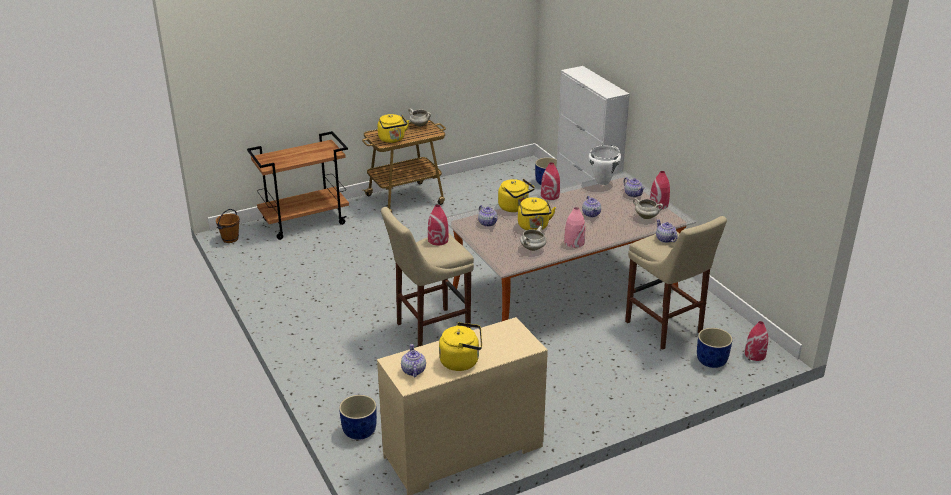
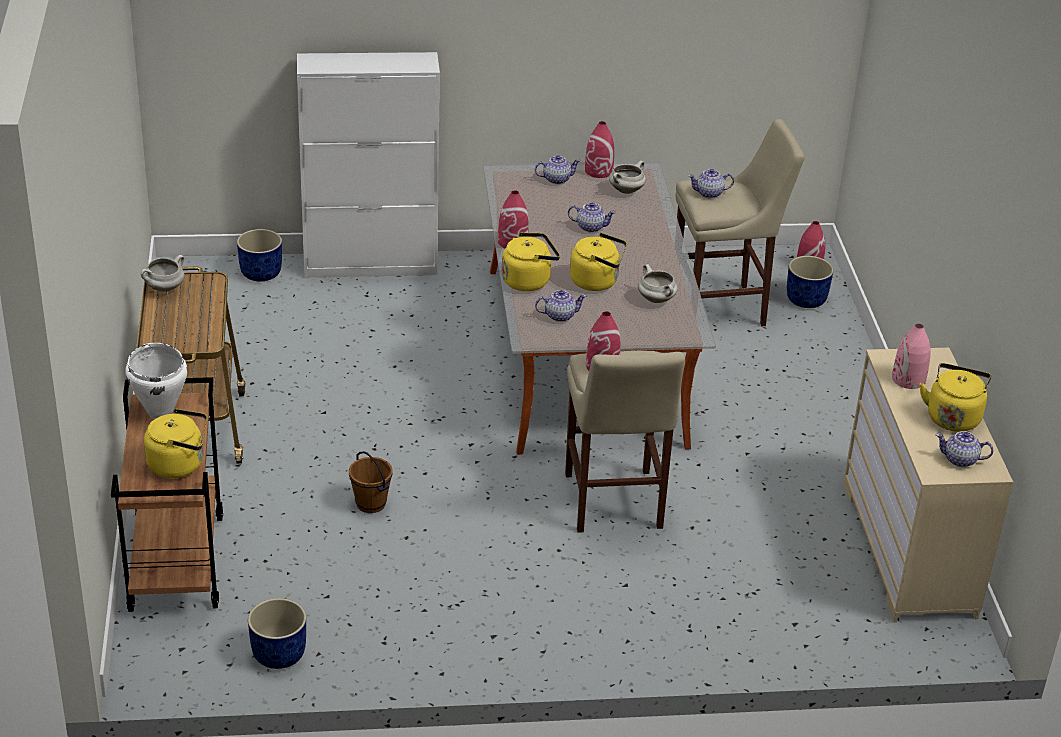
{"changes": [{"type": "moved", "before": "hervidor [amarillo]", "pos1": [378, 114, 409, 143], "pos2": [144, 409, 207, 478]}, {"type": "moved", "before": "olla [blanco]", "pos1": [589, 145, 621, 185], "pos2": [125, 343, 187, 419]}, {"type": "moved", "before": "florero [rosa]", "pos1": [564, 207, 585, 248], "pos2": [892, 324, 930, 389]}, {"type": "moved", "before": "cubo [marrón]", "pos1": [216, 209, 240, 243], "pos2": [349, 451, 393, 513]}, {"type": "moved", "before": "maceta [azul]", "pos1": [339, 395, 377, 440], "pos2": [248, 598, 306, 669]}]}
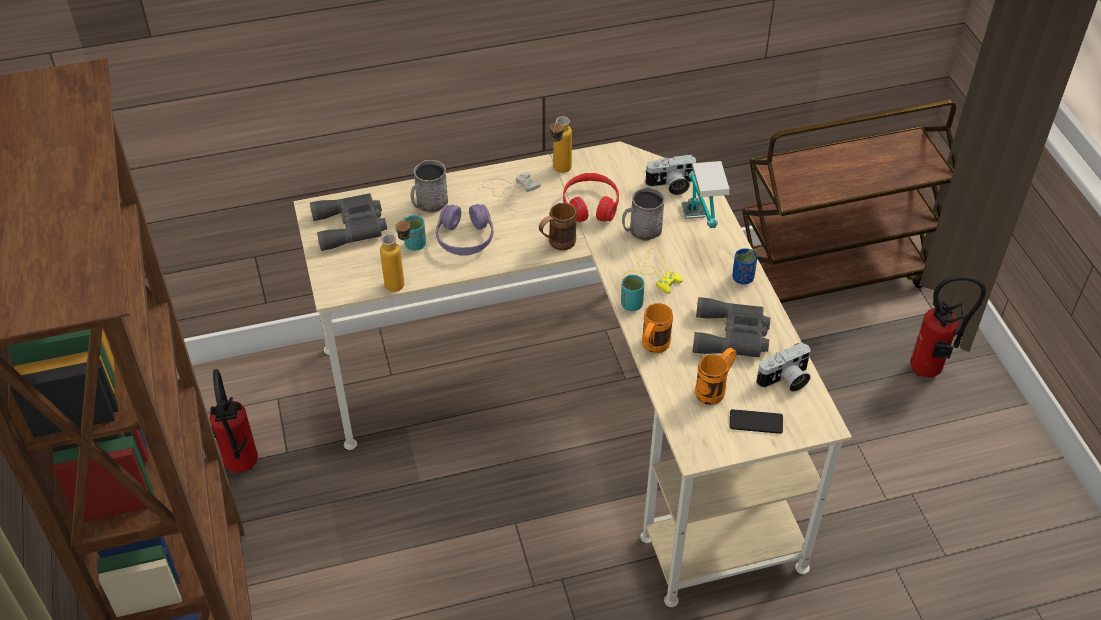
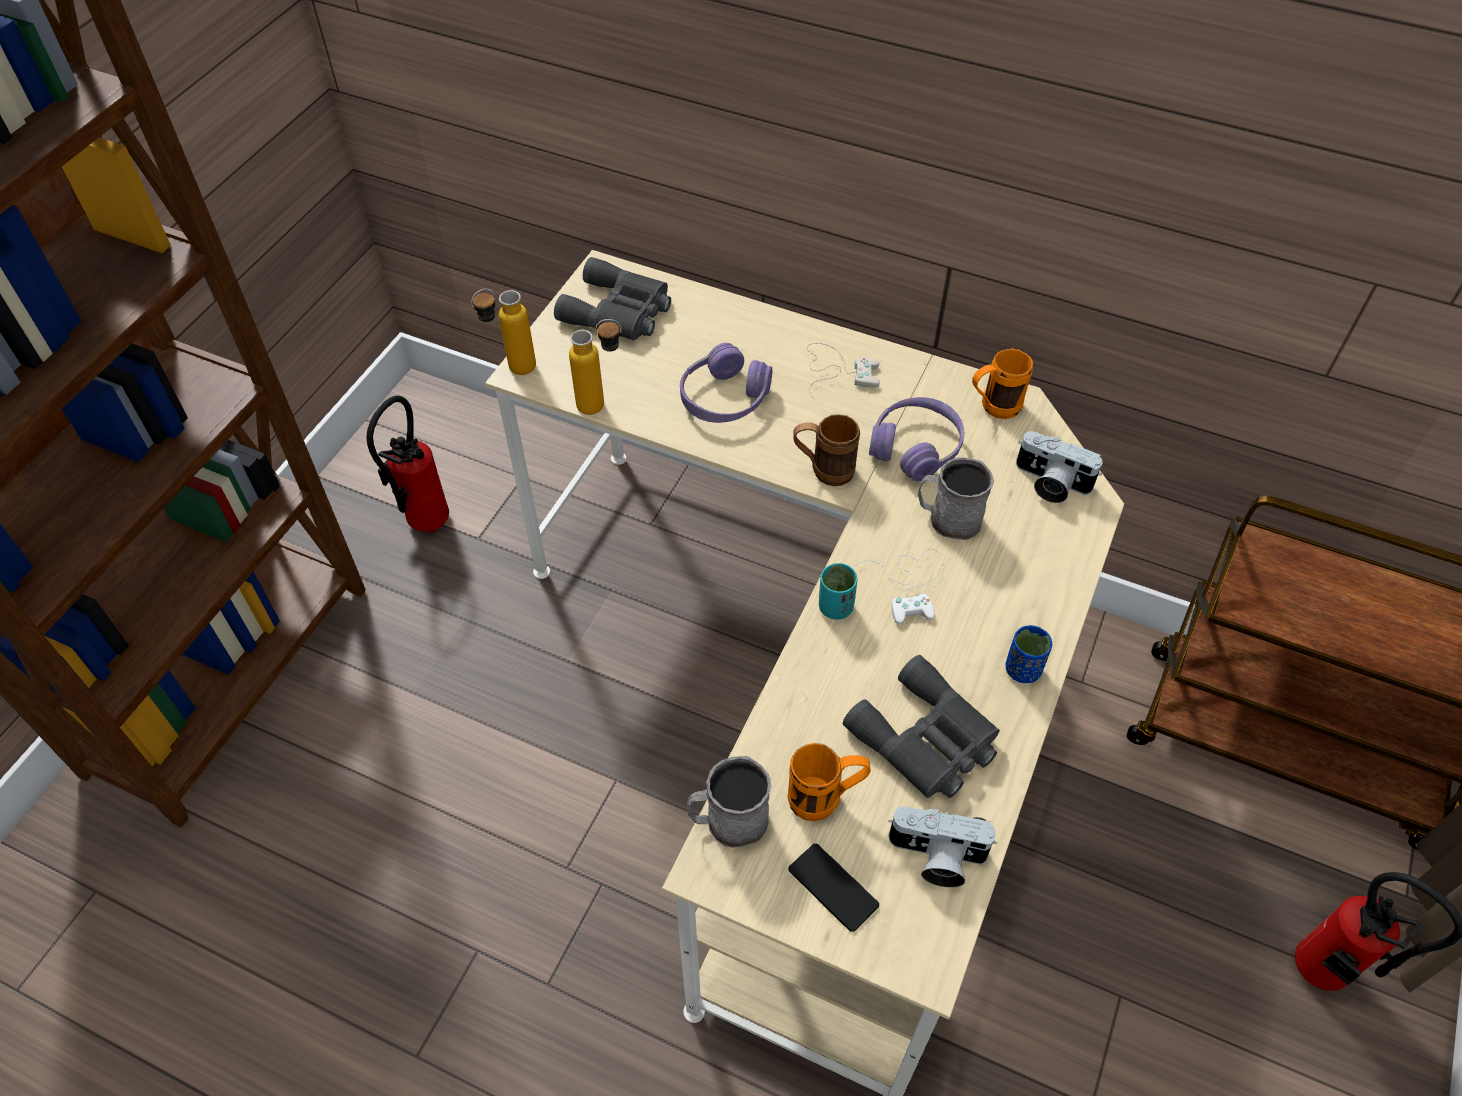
{"changes": [{"type": "moved", "before": "botella", "pos1": [550, 116, 572, 173], "pos2": [471, 289, 536, 375]}, {"type": "moved", "before": "taza grande [gris]", "pos1": [411, 160, 448, 213], "pos2": [687, 756, 772, 848]}, {"type": "removed", "before": "lámpara de mesa", "pos1": [682, 161, 730, 228]}, {"type": "recoloured", "before": "auriculares [rojo]", "after": "auriculares [morado]", "pos1": [563, 173, 619, 222], "pos2": [869, 397, 964, 482]}, {"type": "removed", "before": "taza [turquesa]", "pos1": [404, 215, 426, 251]}, {"type": "recoloured", "before": "mando de consola [amarillo]", "after": "mando de consola [blanco]", "pos1": [622, 248, 683, 294], "pos2": [853, 548, 942, 625]}, {"type": "moved", "before": "taza grande [naranja]", "pos1": [642, 303, 673, 353], "pos2": [972, 349, 1033, 419]}]}
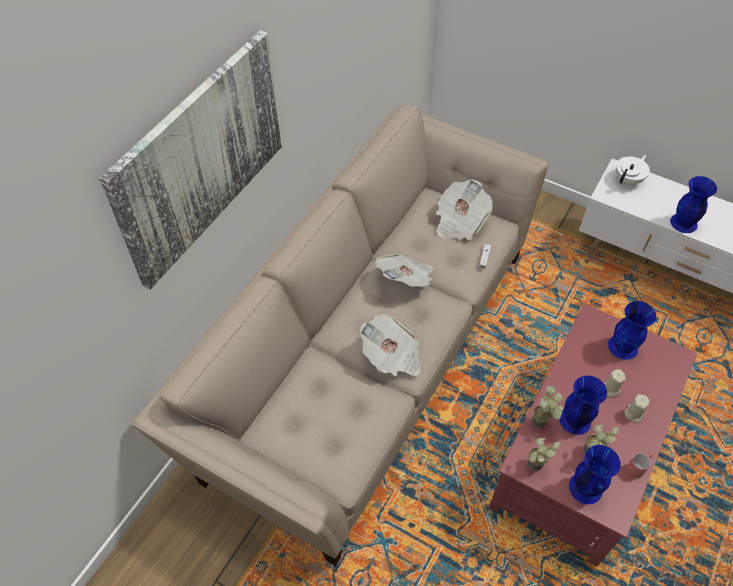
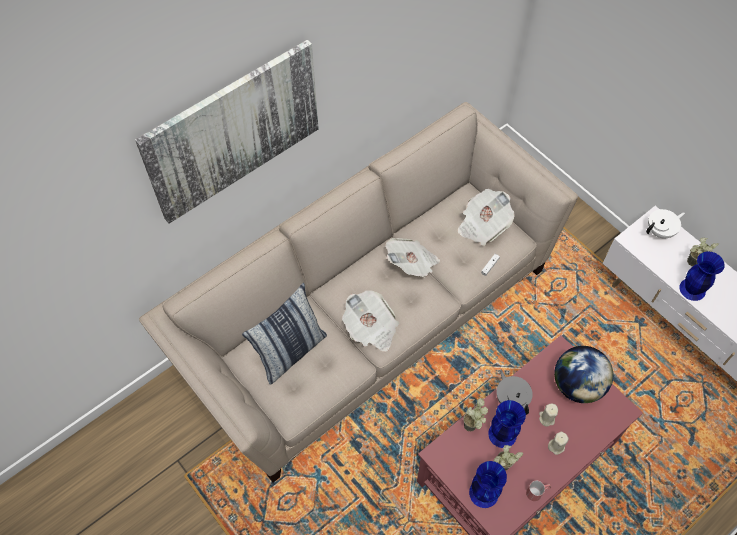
{"changes": [{"type": "replaced", "before": "florero [azul]", "after": "globo terráqueo", "pos1": [608, 301, 656, 360], "pos2": [554, 346, 613, 403]}, {"type": "moved", "before": "planta en maceta", "pos1": [528, 438, 561, 471], "pos2": [687, 238, 719, 267]}, {"type": "added", "after": "cojín", "pos2": [242, 283, 327, 385]}, {"type": "added", "after": "tetera [gris]", "pos2": [496, 369, 533, 415]}]}
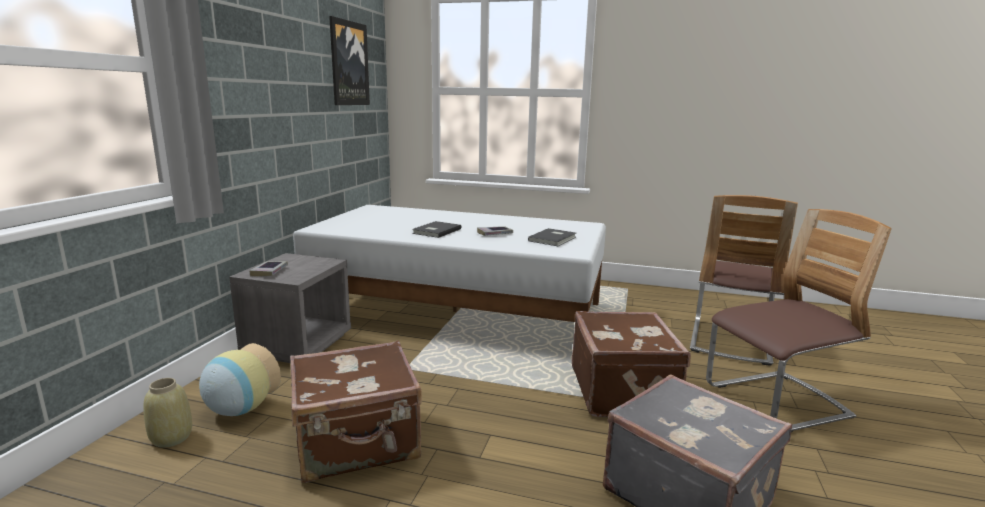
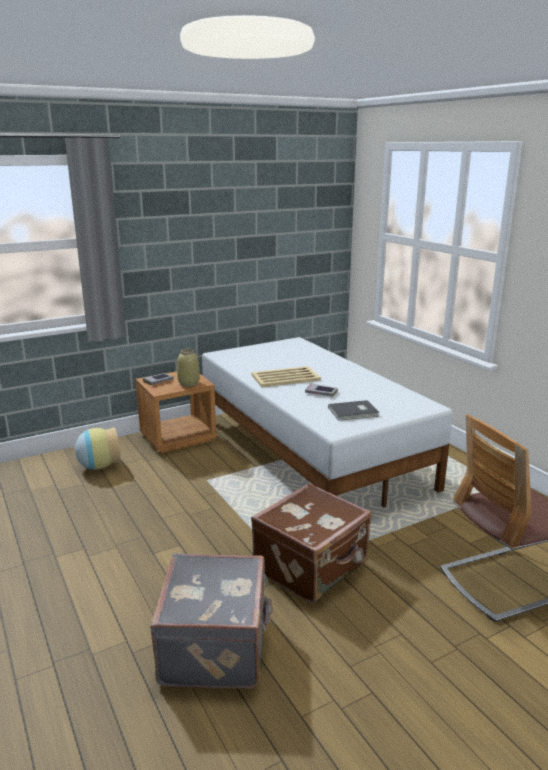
{"changes": [{"type": "removed", "before": "cuadro", "pos1": [329, 16, 370, 105]}, {"type": "removed", "before": "silla", "pos1": [706, 209, 892, 433]}, {"type": "replaced", "before": "libro [gris]", "after": "bandeja [beis]", "pos1": [412, 221, 461, 238], "pos2": [252, 366, 321, 387]}, {"type": "recoloured", "before": "mesita de noche [gris]", "after": "mesita de noche [marrón]", "pos1": [229, 253, 351, 363], "pos2": [135, 371, 217, 453]}, {"type": "removed", "before": "maleta [marrón]", "pos1": [290, 340, 422, 483]}, {"type": "moved", "before": "florero [beis]", "pos1": [143, 378, 192, 448], "pos2": [177, 349, 200, 387]}]}
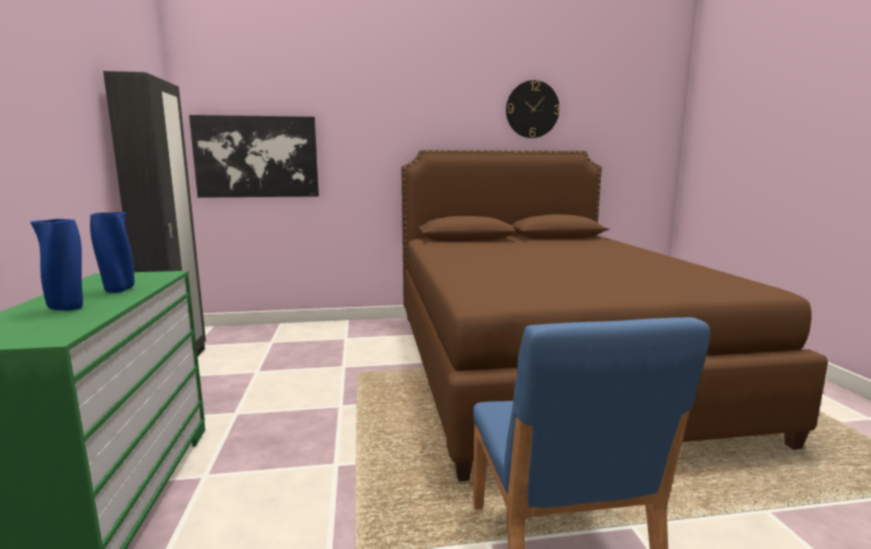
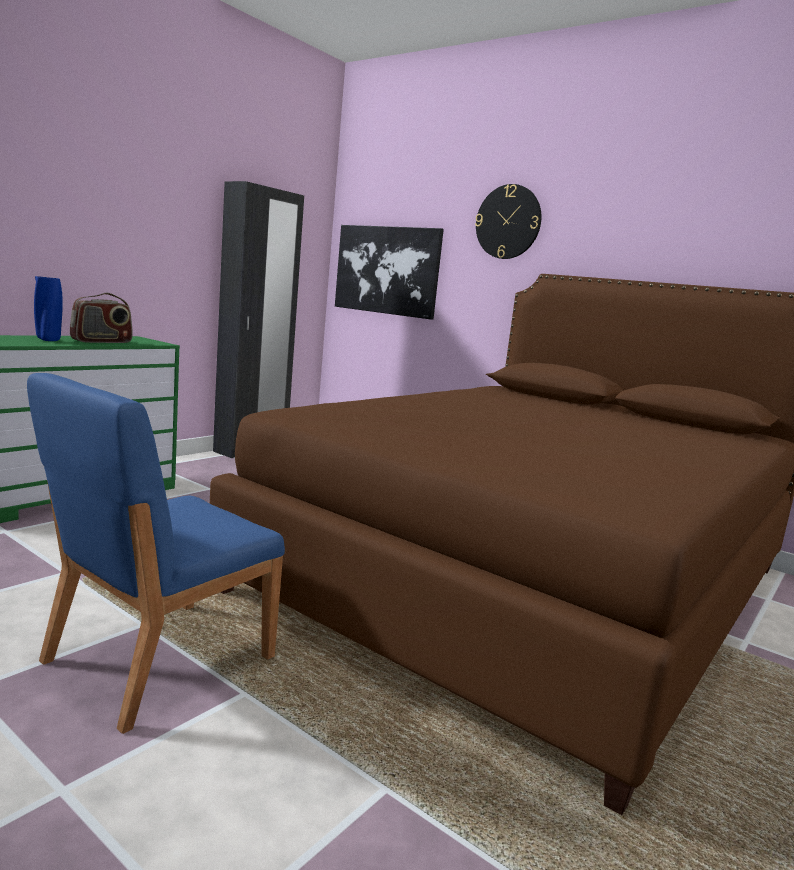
{"changes": [{"type": "moved", "before": "reloj de pared", "pos1": [506, 80, 560, 138], "pos2": [475, 184, 541, 259]}, {"type": "replaced", "before": "florero [azul]", "after": "radio", "pos1": [90, 212, 135, 293], "pos2": [70, 293, 133, 343]}]}
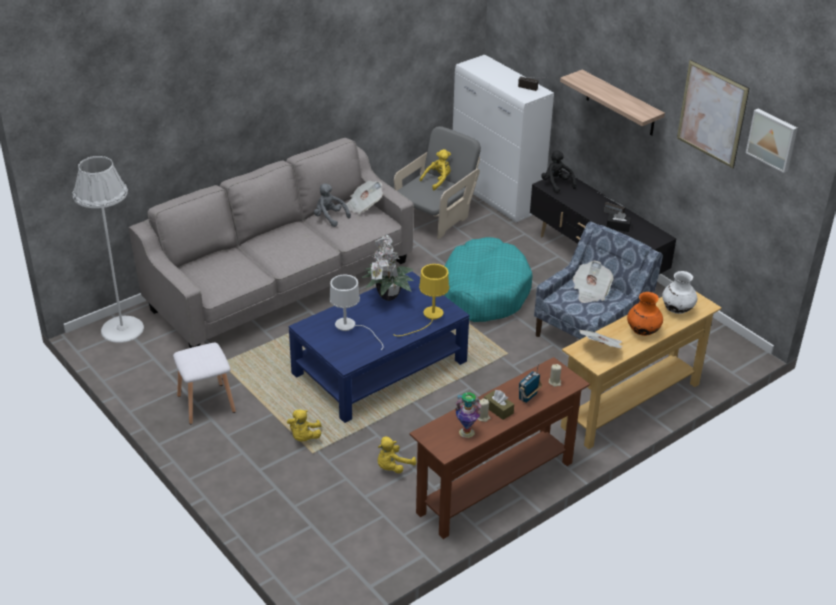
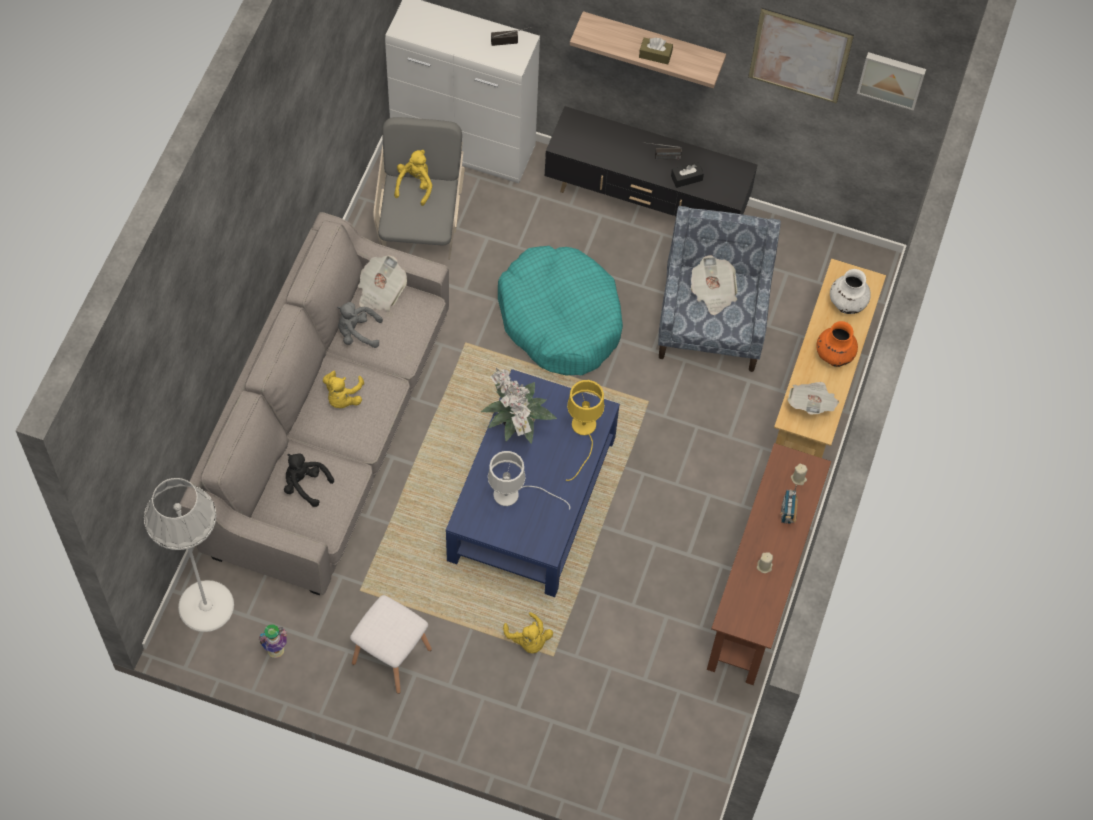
{"changes": [{"type": "moved", "before": "peluche [negro]", "pos1": [541, 150, 576, 193], "pos2": [284, 453, 334, 507]}, {"type": "moved", "before": "caja de pañuelos [marrón]", "pos1": [484, 390, 514, 420], "pos2": [639, 37, 673, 65]}, {"type": "moved", "before": "florero", "pos1": [455, 392, 481, 438], "pos2": [259, 625, 287, 658]}, {"type": "moved", "before": "peluche [amarillo]", "pos1": [378, 436, 416, 474], "pos2": [323, 371, 364, 408]}]}
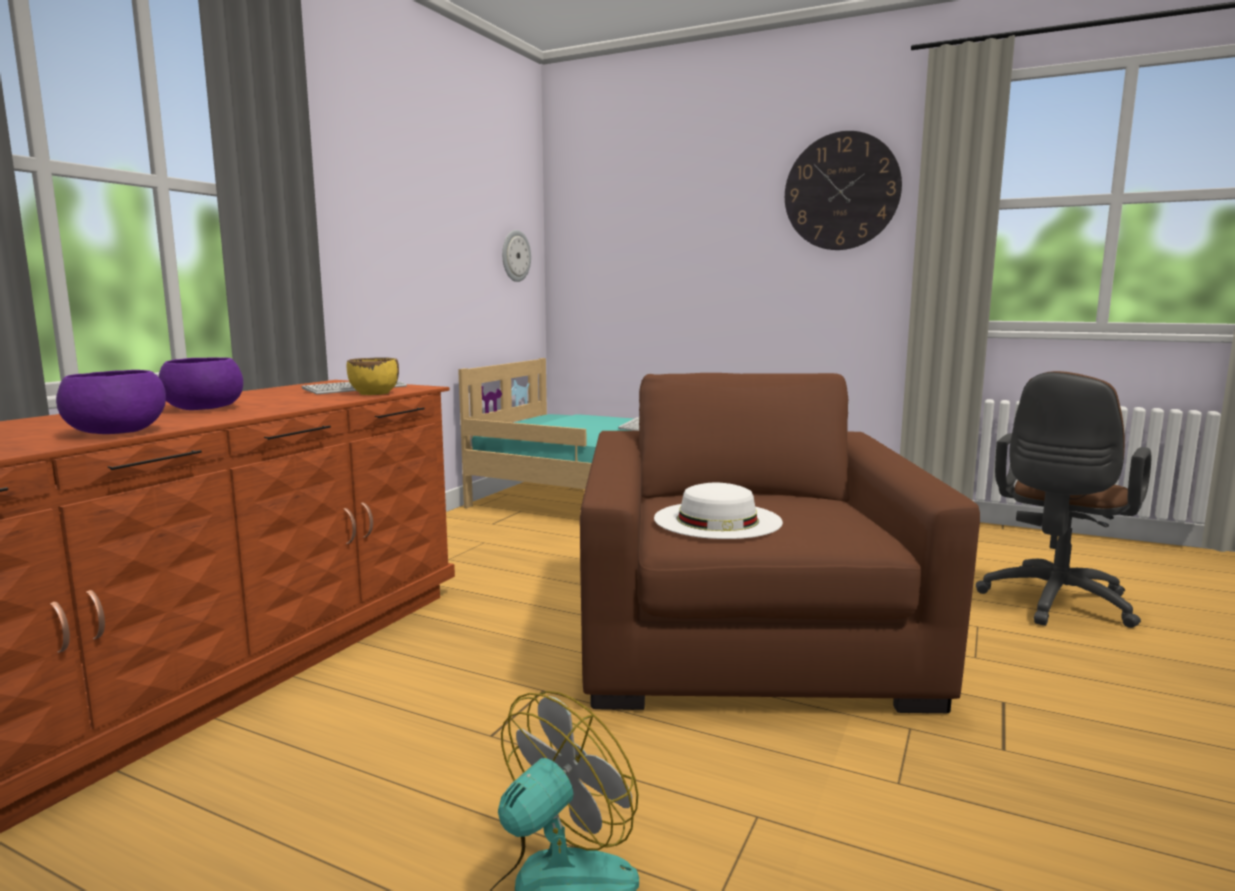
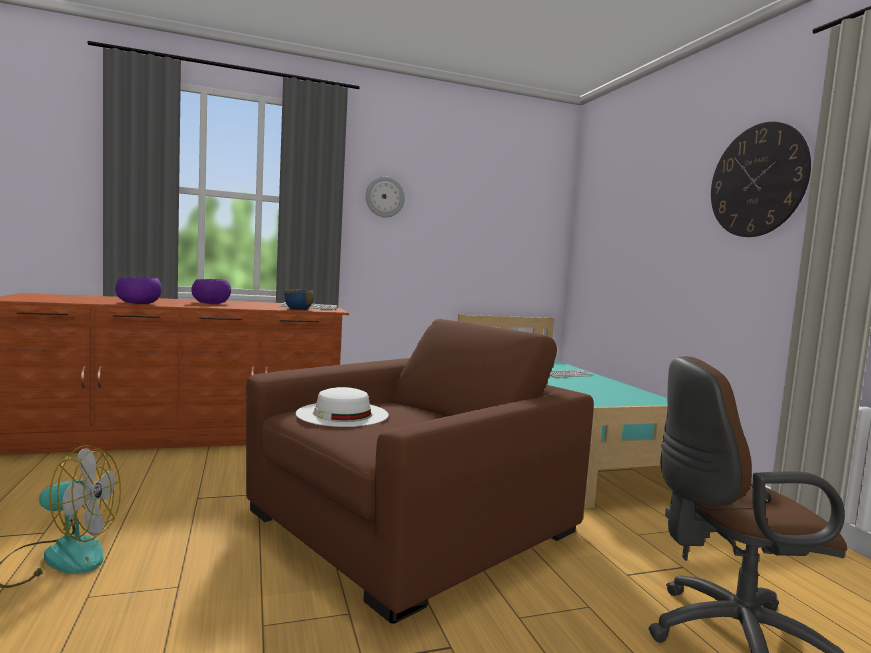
{"changes": [{"type": "moved", "before": "reloj de pared", "pos1": [502, 230, 531, 282], "pos2": [366, 177, 405, 218]}, {"type": "recoloured", "before": "cuenco [amarillo]", "after": "cuenco [azul]", "pos1": [347, 358, 399, 395], "pos2": [284, 289, 314, 310]}]}
